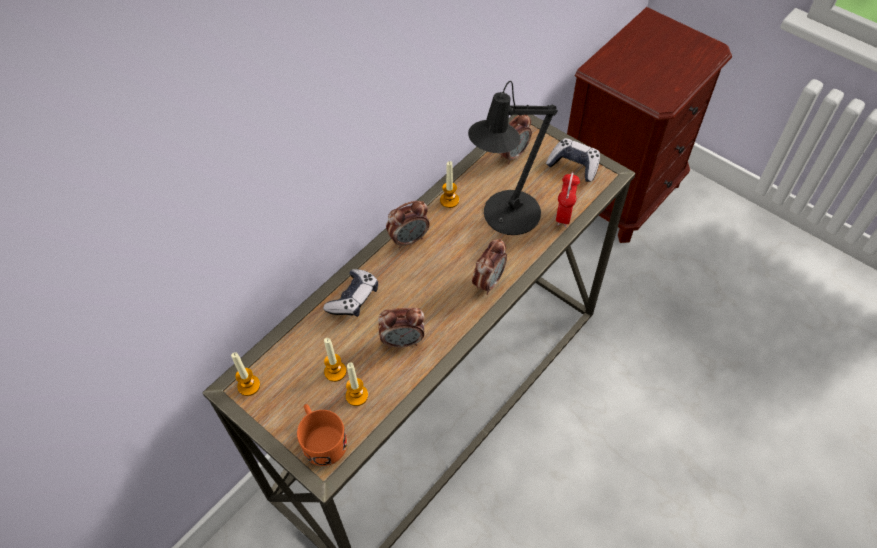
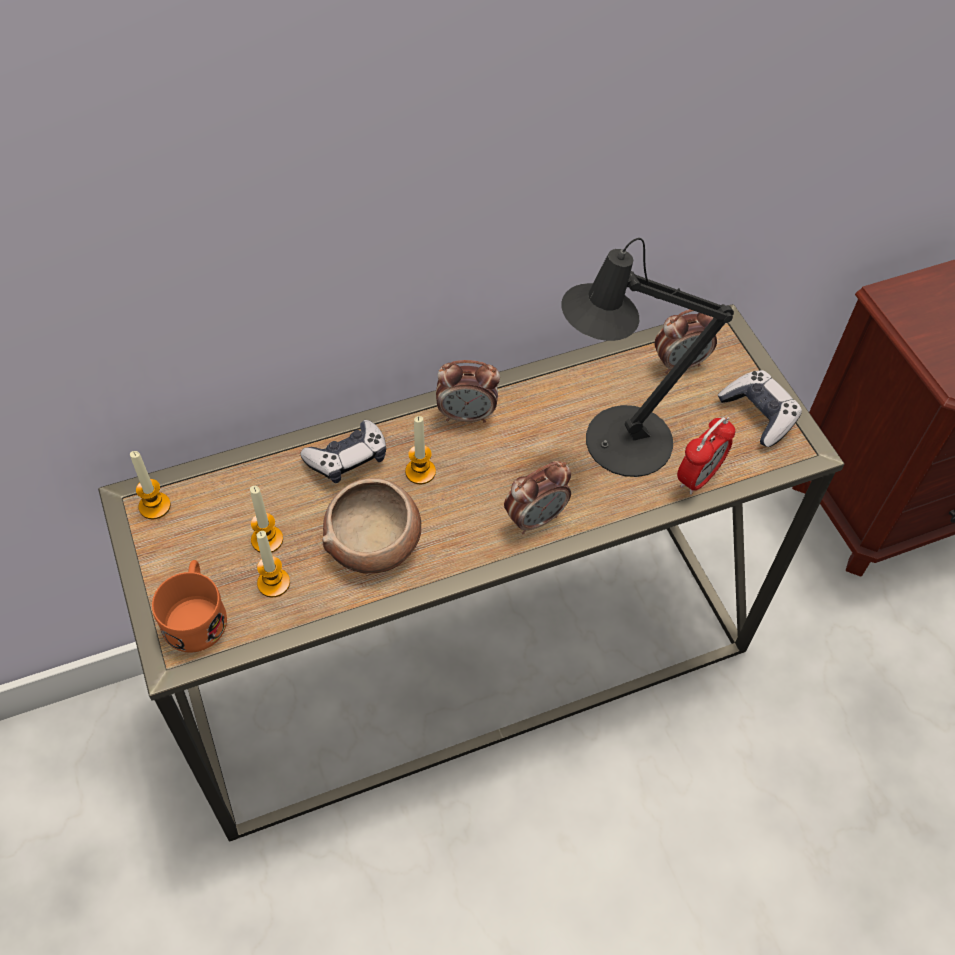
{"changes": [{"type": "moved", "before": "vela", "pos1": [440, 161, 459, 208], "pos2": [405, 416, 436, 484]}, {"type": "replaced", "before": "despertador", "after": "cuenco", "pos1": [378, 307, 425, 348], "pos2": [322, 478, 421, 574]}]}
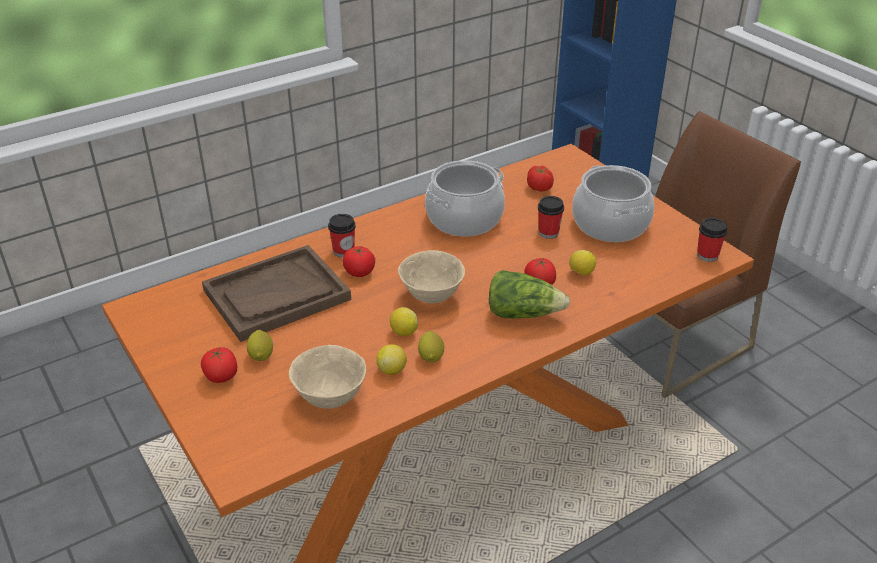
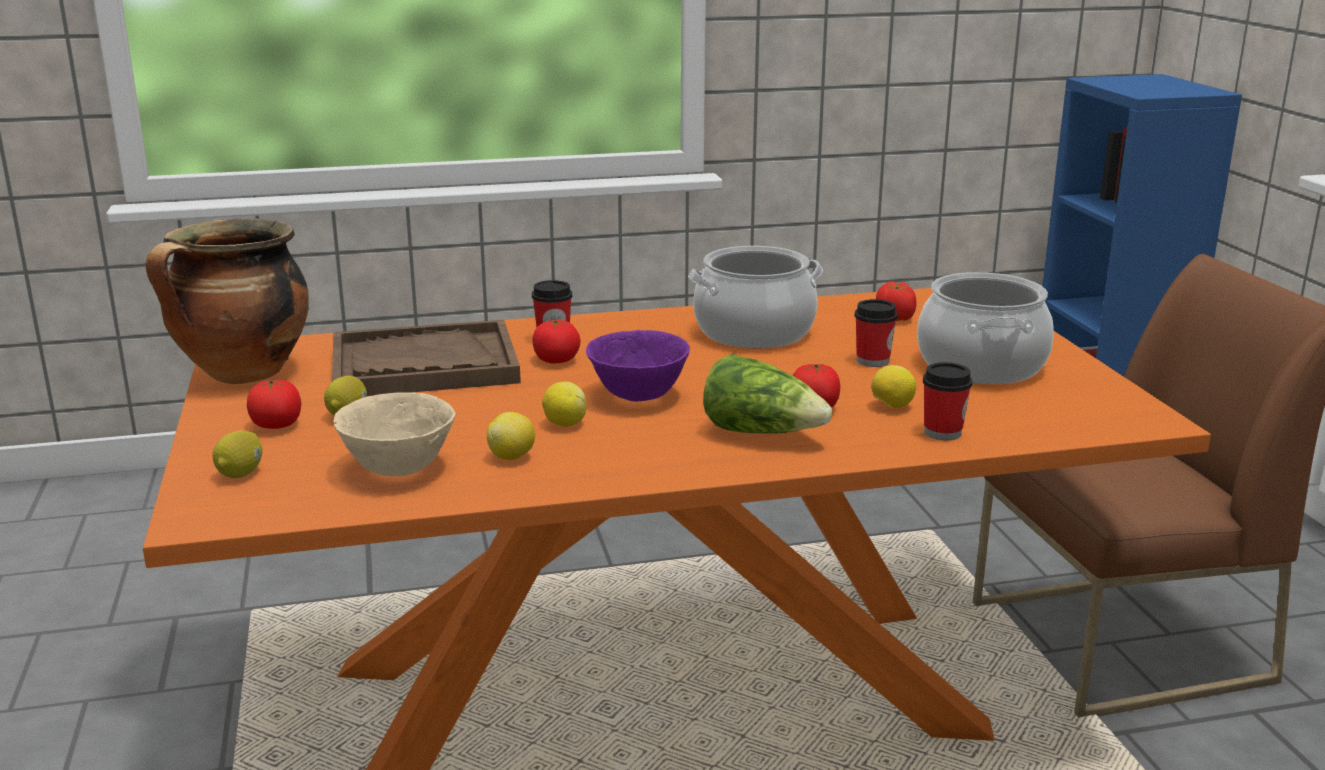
{"changes": [{"type": "moved", "before": "taza", "pos1": [697, 218, 728, 262], "pos2": [923, 362, 972, 440]}, {"type": "recoloured", "before": "cuenco [beis]", "after": "cuenco [morado]", "pos1": [398, 250, 465, 303], "pos2": [586, 330, 690, 401]}, {"type": "moved", "before": "limón", "pos1": [418, 331, 444, 362], "pos2": [212, 431, 262, 478]}, {"type": "added", "after": "olla", "pos2": [146, 218, 309, 384]}]}
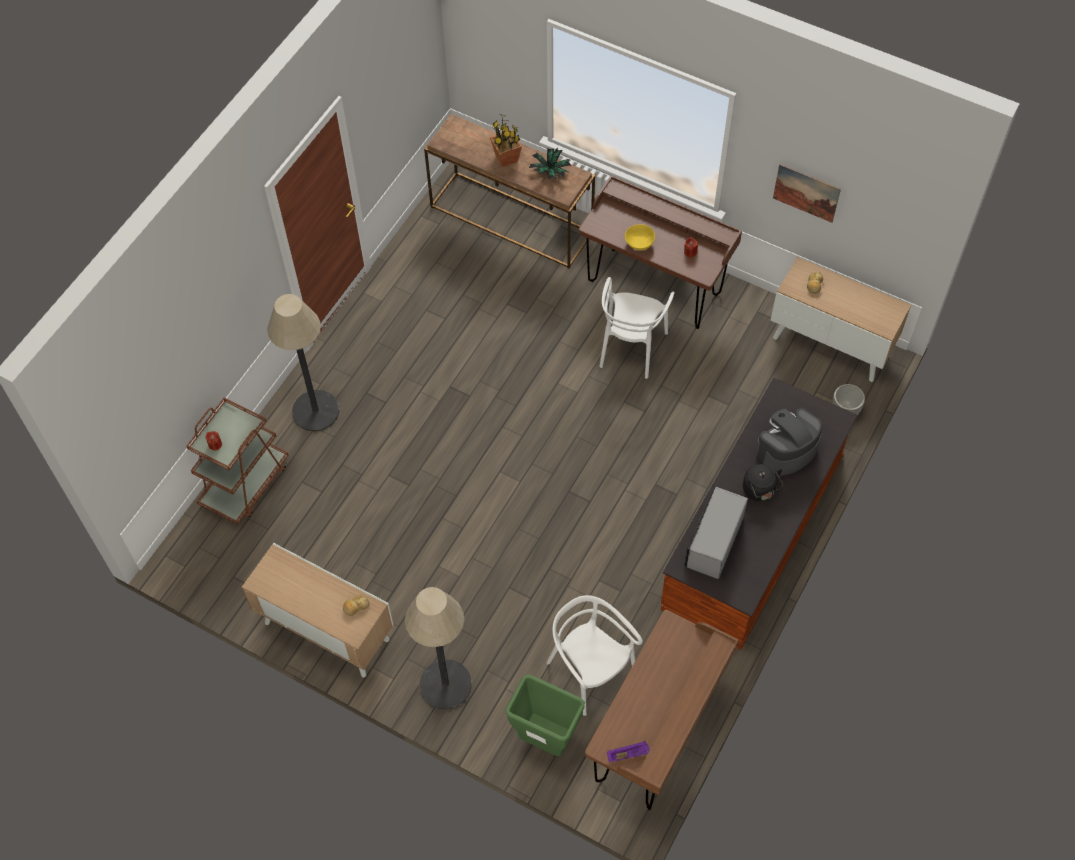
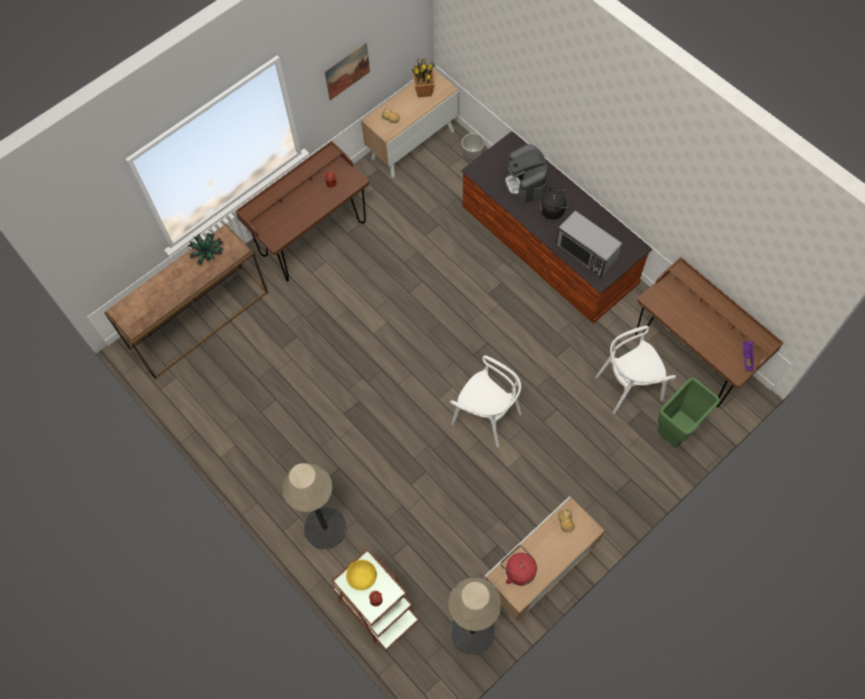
{"changes": [{"type": "moved", "before": "planta en maceta", "pos1": [490, 114, 522, 167], "pos2": [412, 58, 436, 98]}, {"type": "moved", "before": "cuenco [amarillo]", "pos1": [625, 224, 655, 250], "pos2": [346, 560, 377, 590]}, {"type": "moved", "before": "silla [blanco]", "pos1": [599, 277, 675, 379], "pos2": [450, 355, 522, 447]}, {"type": "moved", "before": "lámpara de pie", "pos1": [405, 587, 472, 710], "pos2": [448, 577, 501, 655]}, {"type": "added", "after": "hervidor [rojo]", "pos2": [501, 545, 537, 586]}]}
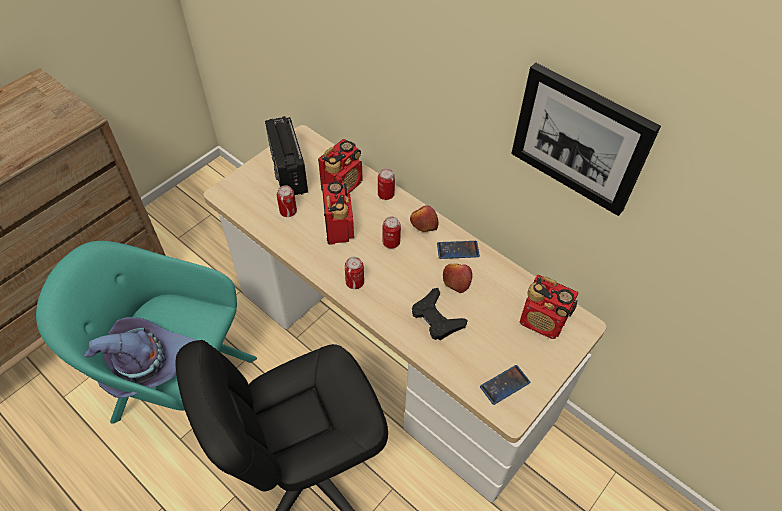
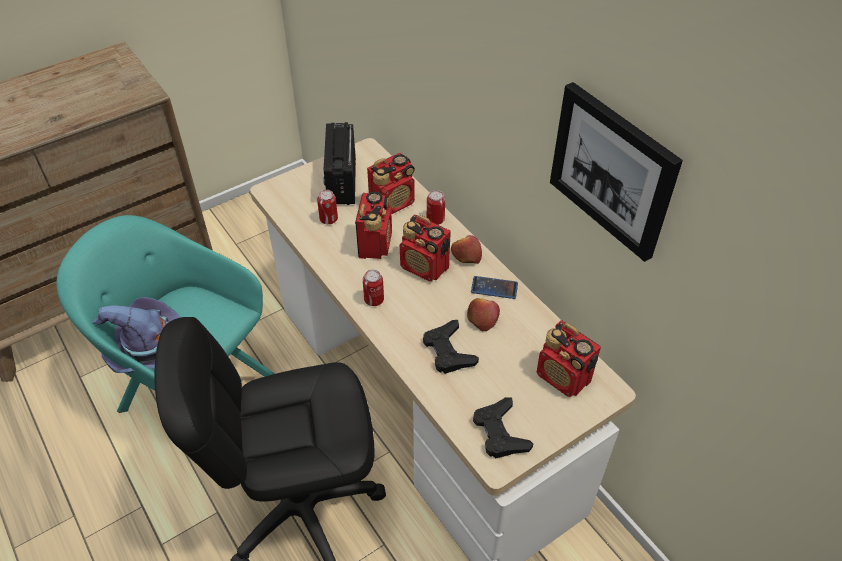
{"changes": [{"type": "replaced", "before": "lata", "after": "radio", "pos1": [382, 216, 401, 249], "pos2": [400, 214, 451, 282]}, {"type": "replaced", "before": "móvil", "after": "mando de consola [negro]", "pos1": [480, 365, 530, 405], "pos2": [473, 397, 533, 458]}]}
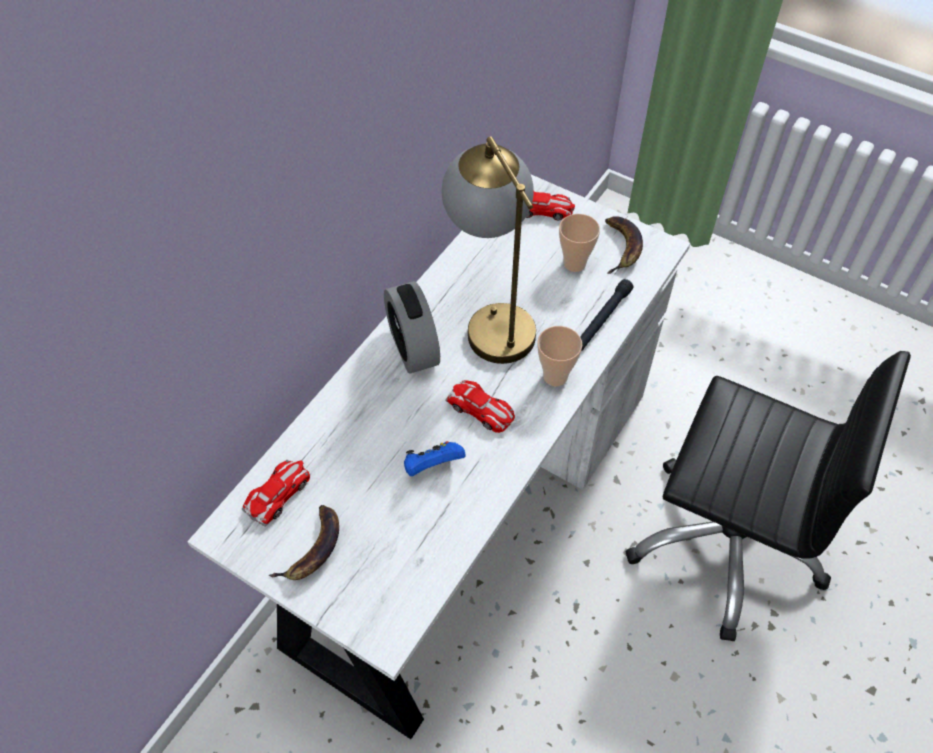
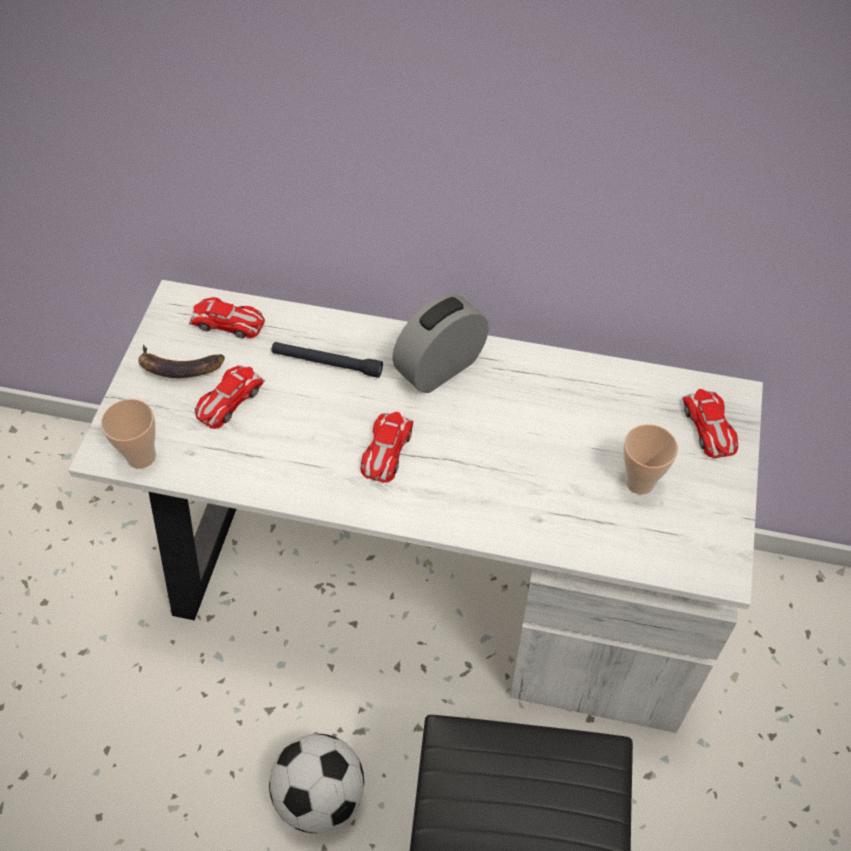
{"changes": [{"type": "removed", "before": "lámpara de mesa", "pos1": [442, 136, 536, 364]}, {"type": "removed", "before": "plátano", "pos1": [605, 216, 643, 274]}, {"type": "moved", "before": "linterna [negro]", "pos1": [580, 279, 633, 351], "pos2": [272, 342, 383, 378]}, {"type": "moved", "before": "taza", "pos1": [537, 326, 582, 386], "pos2": [101, 399, 156, 469]}, {"type": "removed", "before": "mando de consola [azul]", "pos1": [404, 441, 466, 476]}, {"type": "added", "after": "coche de juguete", "pos2": [195, 365, 265, 429]}, {"type": "added", "after": "balón de fútbol", "pos2": [269, 734, 364, 833]}]}
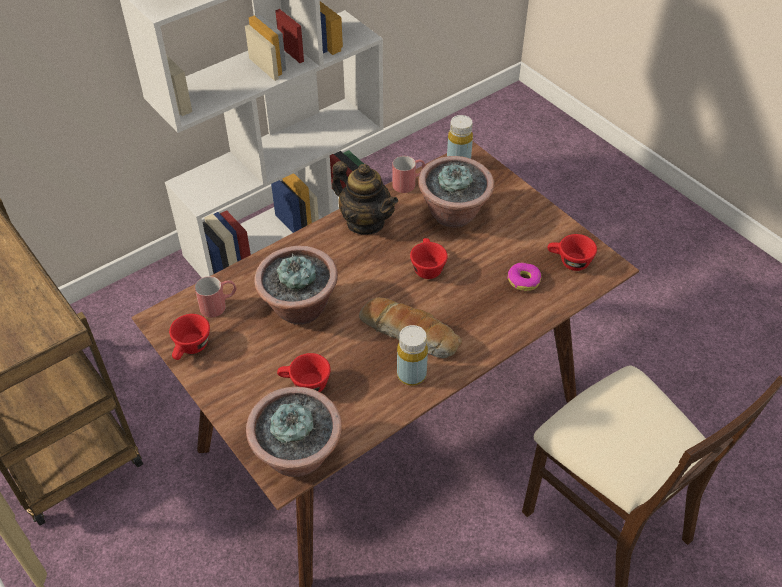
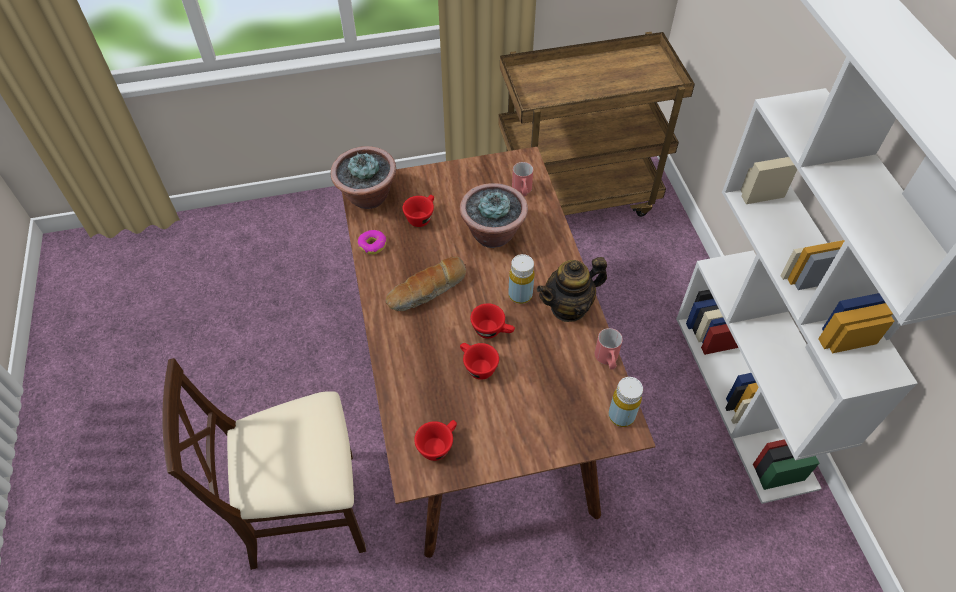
{"changes": [{"type": "removed", "before": "planta en maceta", "pos1": [418, 156, 494, 228]}, {"type": "moved", "before": "rosquilla", "pos1": [507, 263, 541, 291], "pos2": [357, 230, 386, 255]}, {"type": "moved", "before": "taza [rojo]", "pos1": [169, 314, 210, 360], "pos2": [460, 343, 499, 380]}, {"type": "moved", "before": "botella [amarillo]", "pos1": [397, 325, 428, 386], "pos2": [508, 254, 535, 304]}]}
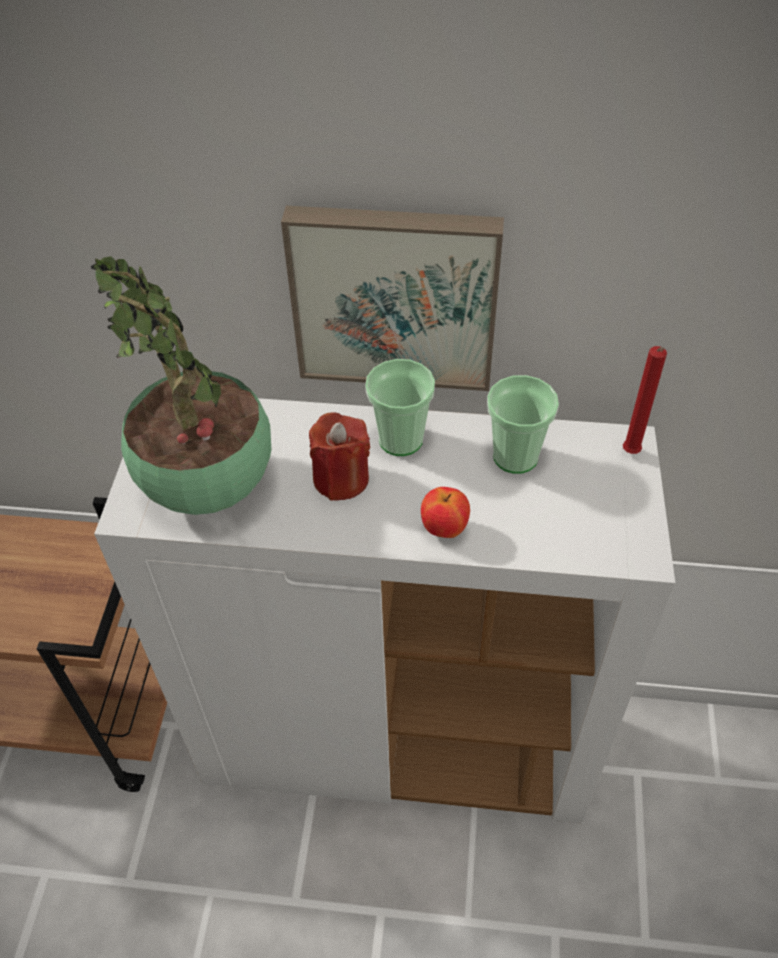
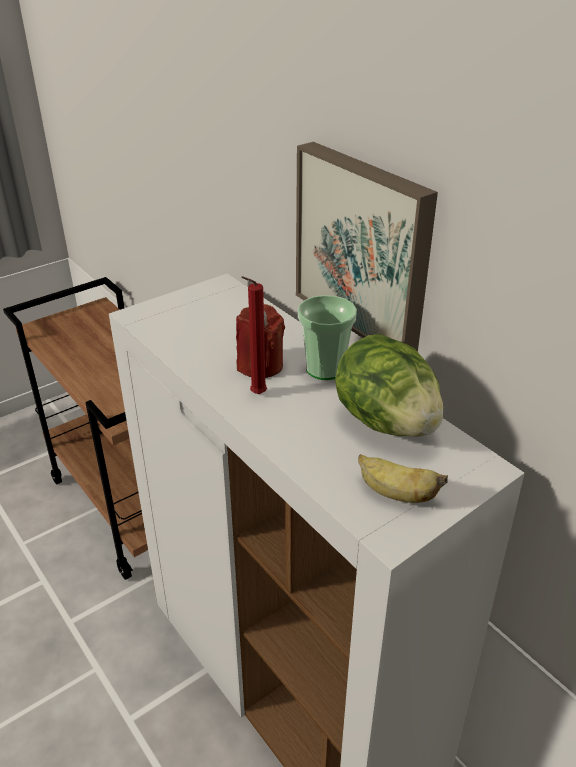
{"changes": [{"type": "removed", "before": "planta en maceta", "pos1": [91, 257, 271, 515]}, {"type": "moved", "before": "vela [rojo]", "pos1": [623, 346, 667, 454], "pos2": [241, 277, 267, 394]}, {"type": "replaced", "before": "taza", "after": "lechuga", "pos1": [487, 375, 559, 474], "pos2": [335, 334, 443, 437]}, {"type": "removed", "before": "manzana", "pos1": [421, 487, 470, 538]}, {"type": "added", "after": "plátano", "pos2": [358, 454, 448, 503]}]}
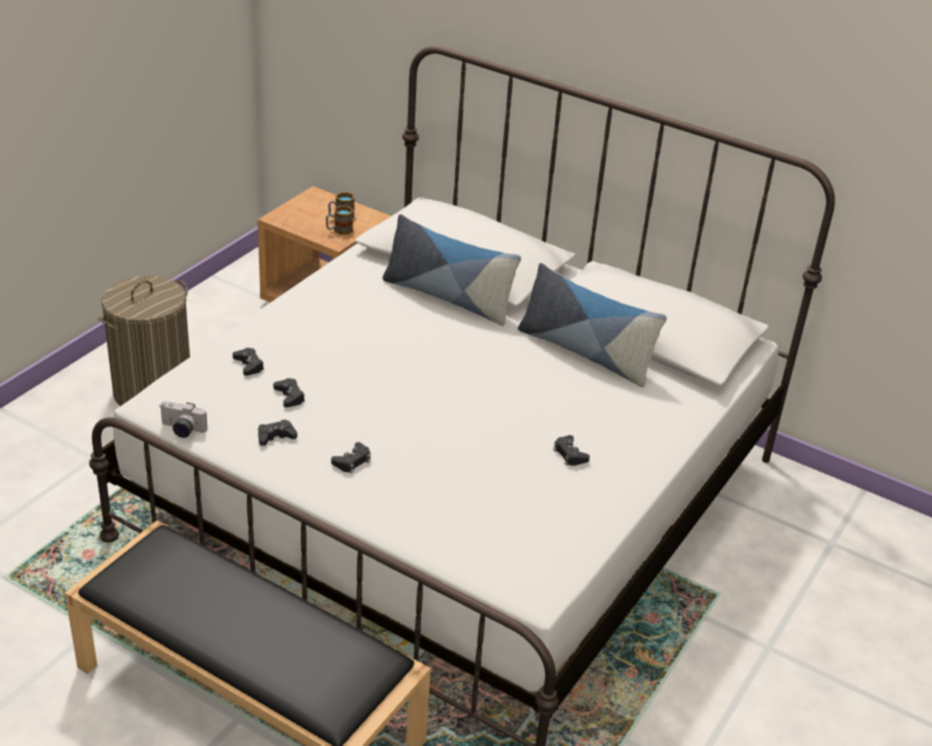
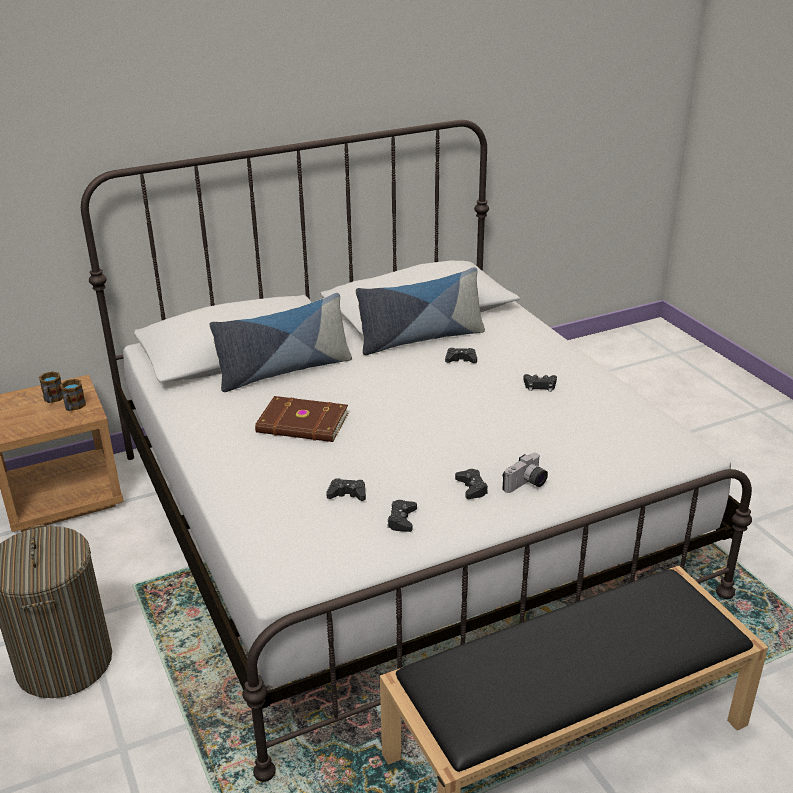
{"changes": [{"type": "moved", "before": "mando de consola [negro]", "pos1": [233, 348, 264, 376], "pos2": [445, 348, 477, 363]}, {"type": "moved", "before": "cámara", "pos1": [159, 401, 207, 438], "pos2": [502, 453, 548, 493]}, {"type": "added", "after": "libro [marrón]", "pos2": [255, 396, 348, 442]}]}
